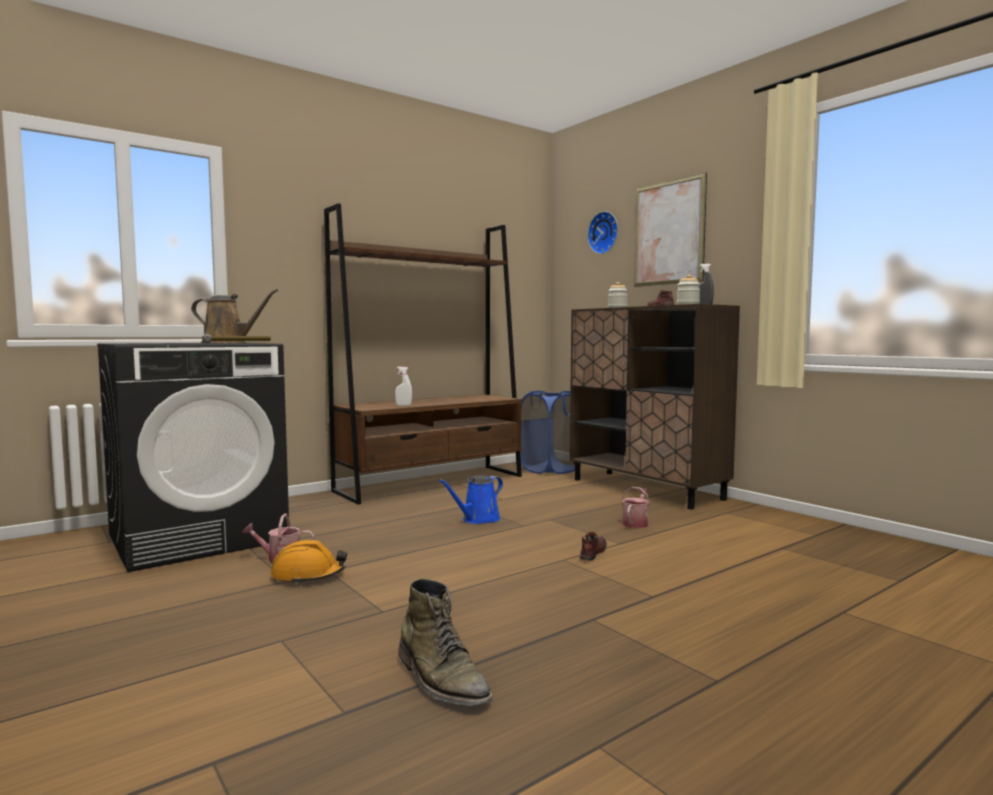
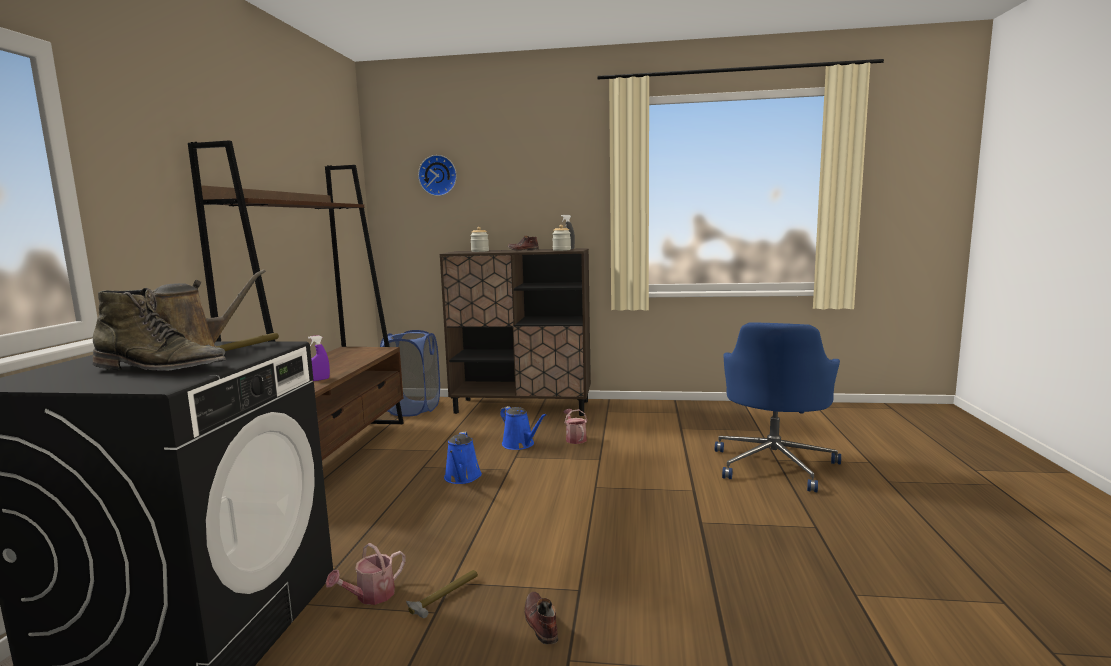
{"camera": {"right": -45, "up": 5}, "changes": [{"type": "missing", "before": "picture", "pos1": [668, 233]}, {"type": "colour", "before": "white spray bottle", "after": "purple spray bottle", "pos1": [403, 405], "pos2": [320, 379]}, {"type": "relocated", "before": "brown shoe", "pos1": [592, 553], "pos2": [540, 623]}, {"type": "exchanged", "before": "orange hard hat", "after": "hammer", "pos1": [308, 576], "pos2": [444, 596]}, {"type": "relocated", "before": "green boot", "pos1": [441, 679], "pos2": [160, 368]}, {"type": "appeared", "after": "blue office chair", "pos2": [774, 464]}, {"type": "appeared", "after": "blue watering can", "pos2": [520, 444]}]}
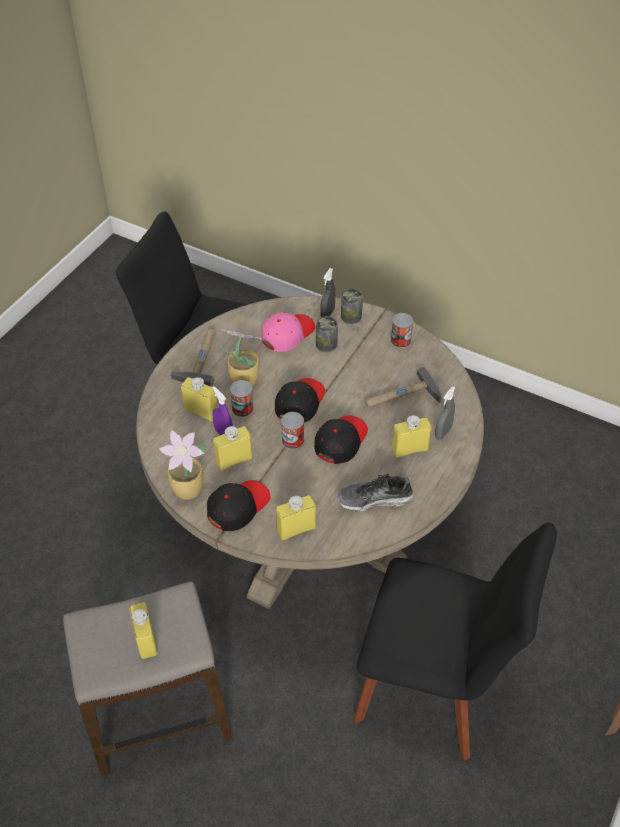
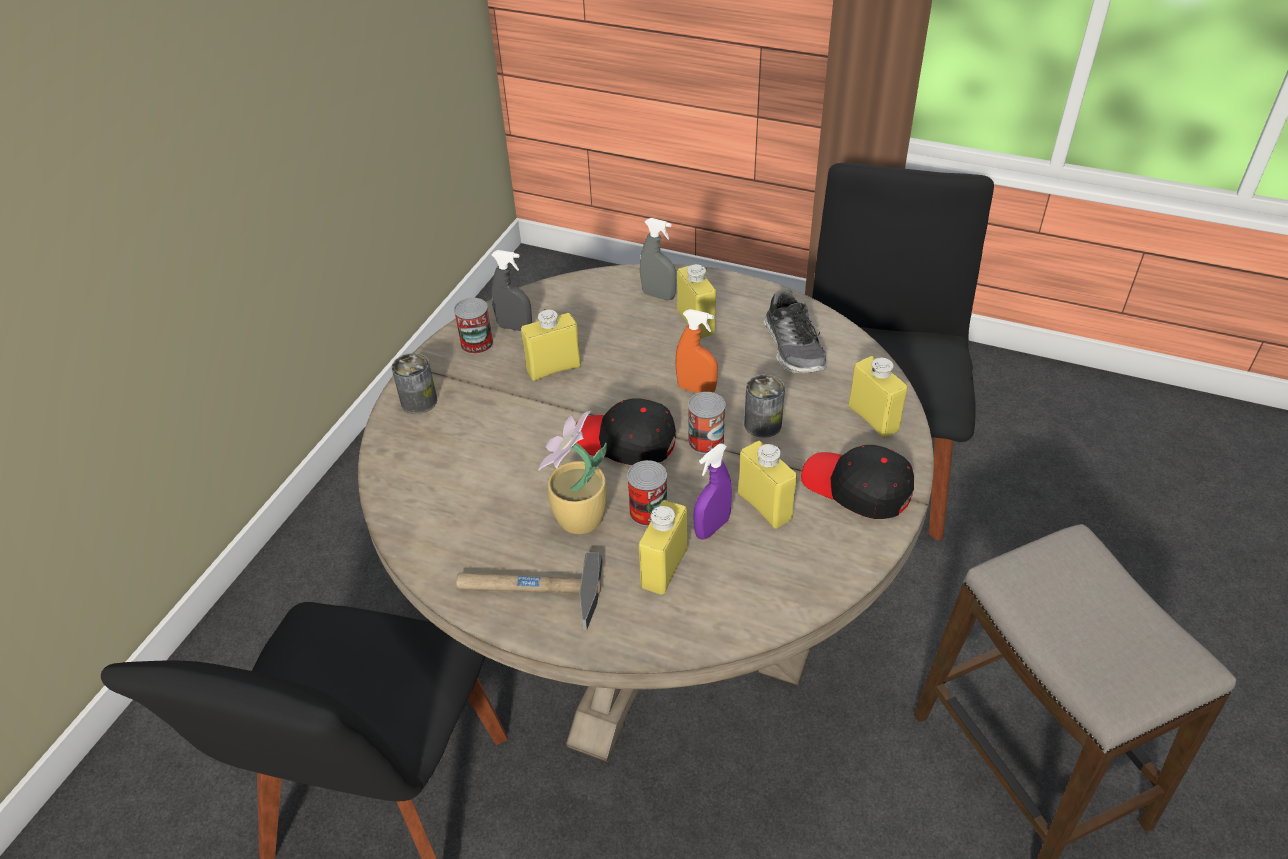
{"camera": {"right": -95, "up": -5}, "changes": [{"type": "relocated", "before": "grey spray bottle", "pos1": [327, 314], "pos2": [515, 327]}, {"type": "missing", "before": "pink cap", "pos1": [287, 334]}, {"type": "relocated", "before": "can", "pos1": [326, 344], "pos2": [762, 424]}, {"type": "missing", "before": "hammer", "pos1": [401, 396]}, {"type": "exchanged", "before": "black cap", "after": "orange spray bottle", "pos1": [340, 441], "pos2": [696, 389]}, {"type": "missing", "before": "potted plant", "pos1": [189, 490]}, {"type": "relocated", "before": "yellow bottle", "pos1": [146, 640], "pos2": [554, 368]}]}
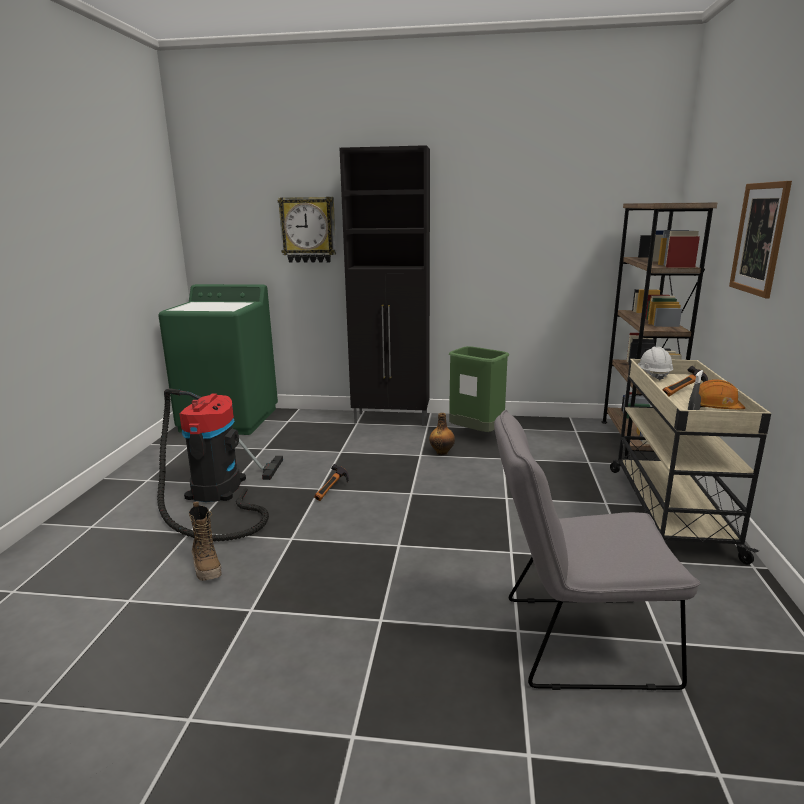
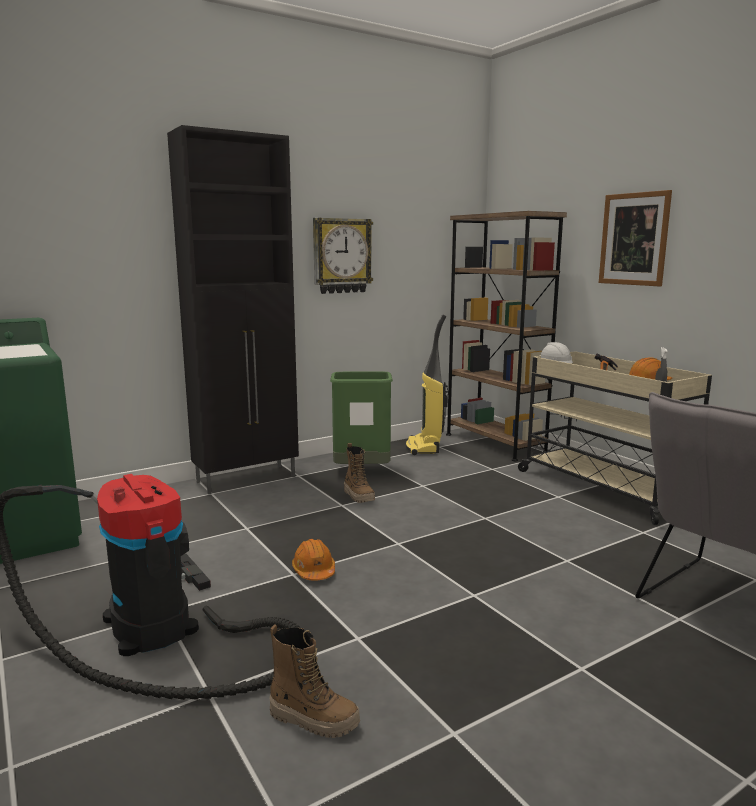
{"camera": {"right": -40, "up": -5}, "changes": [{"type": "relocated", "before": "wall clock", "pos1": [308, 230], "pos2": [341, 256]}, {"type": "exchanged", "before": "bottle", "after": "boot", "pos1": [442, 452], "pos2": [359, 496]}, {"type": "exchanged", "before": "hammer", "after": "orange hard hat", "pos1": [333, 491], "pos2": [314, 571]}, {"type": "appeared", "after": "vacuum cleaner", "pos2": [424, 447]}]}
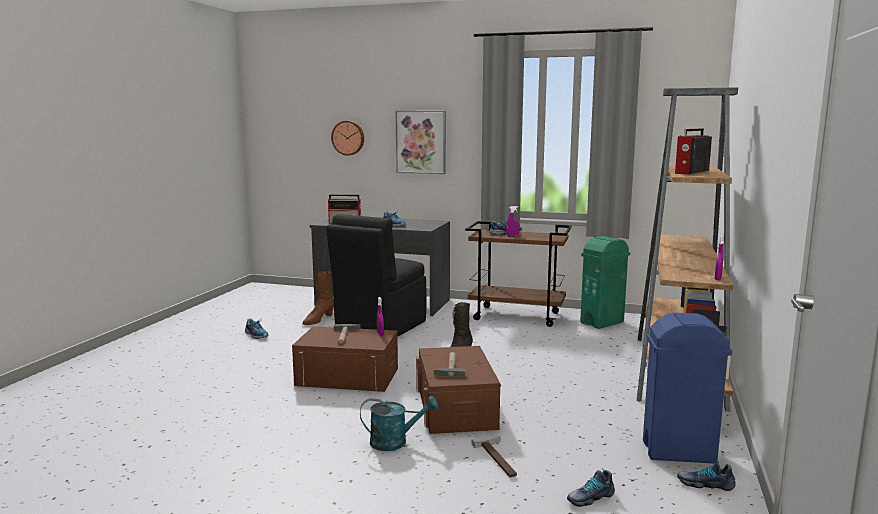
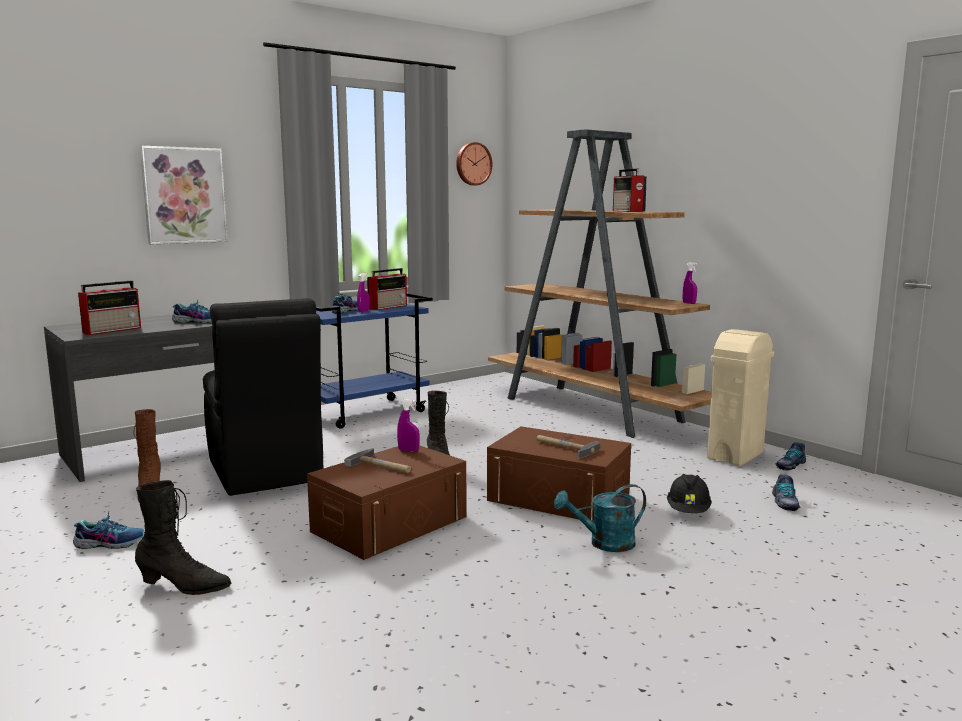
{"camera": {"right": -55, "up": 0}, "changes": [{"type": "relocated", "before": "wall clock", "pos1": [348, 138], "pos2": [473, 164]}, {"type": "colour", "before": "brown cart", "after": "blue cart", "pos1": [517, 316], "pos2": [368, 413]}, {"type": "missing", "before": "green trash can", "pos1": [602, 322]}, {"type": "colour", "before": "blue trash can", "after": "beige trash can", "pos1": [679, 453], "pos2": [736, 456]}, {"type": "spun", "before": "turquoise watering can", "pos1": [395, 442], "pos2": [604, 544], "turn": -135}, {"type": "exchanged", "before": "hammer", "after": "black hard hat", "pos1": [500, 458], "pos2": [688, 511]}, {"type": "appeared", "after": "radio", "pos2": [388, 307]}, {"type": "appeared", "after": "black boot", "pos2": [184, 586]}]}
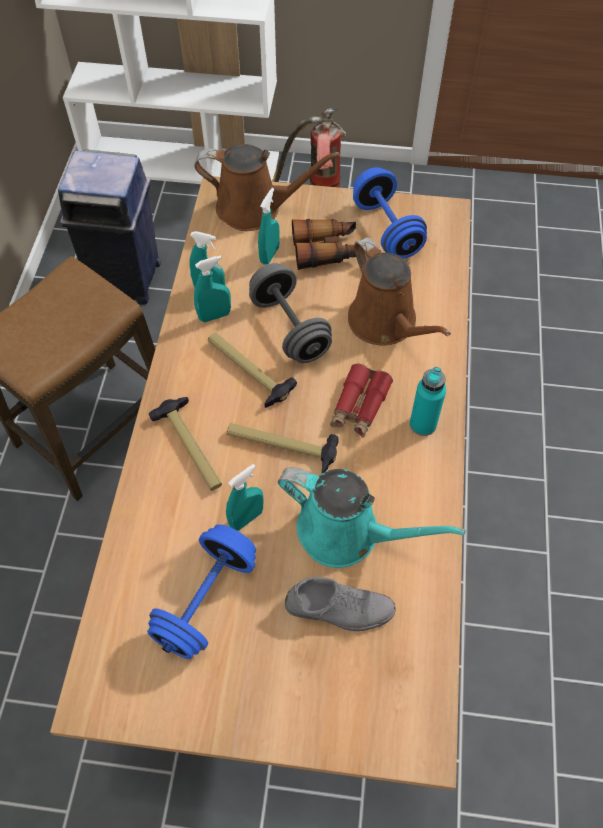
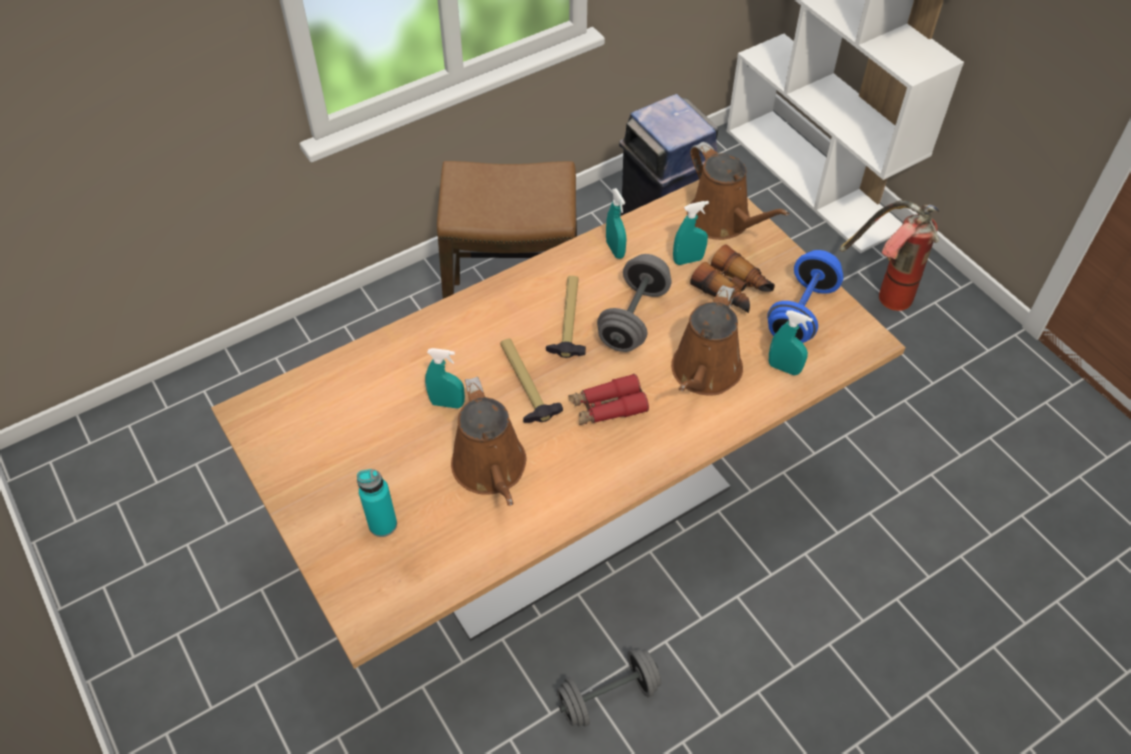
{"camera": {"right": 50, "up": -5}, "changes": [{"type": "relocated", "before": "turquoise spray bottle", "pos1": [214, 316], "pos2": [784, 368]}, {"type": "relocated", "before": "turquoise bottle", "pos1": [422, 424], "pos2": [383, 524]}, {"type": "missing", "before": "hammer", "pos1": [191, 447]}, {"type": "colour", "before": "turquoise watering can", "after": "brown watering can", "pos1": [346, 533], "pos2": [491, 470]}, {"type": "missing", "before": "blue dumbbell", "pos1": [206, 600]}, {"type": "missing", "before": "grey shoe", "pos1": [339, 608]}, {"type": "appeared", "after": "grey dumbbell", "pos2": [608, 696]}]}
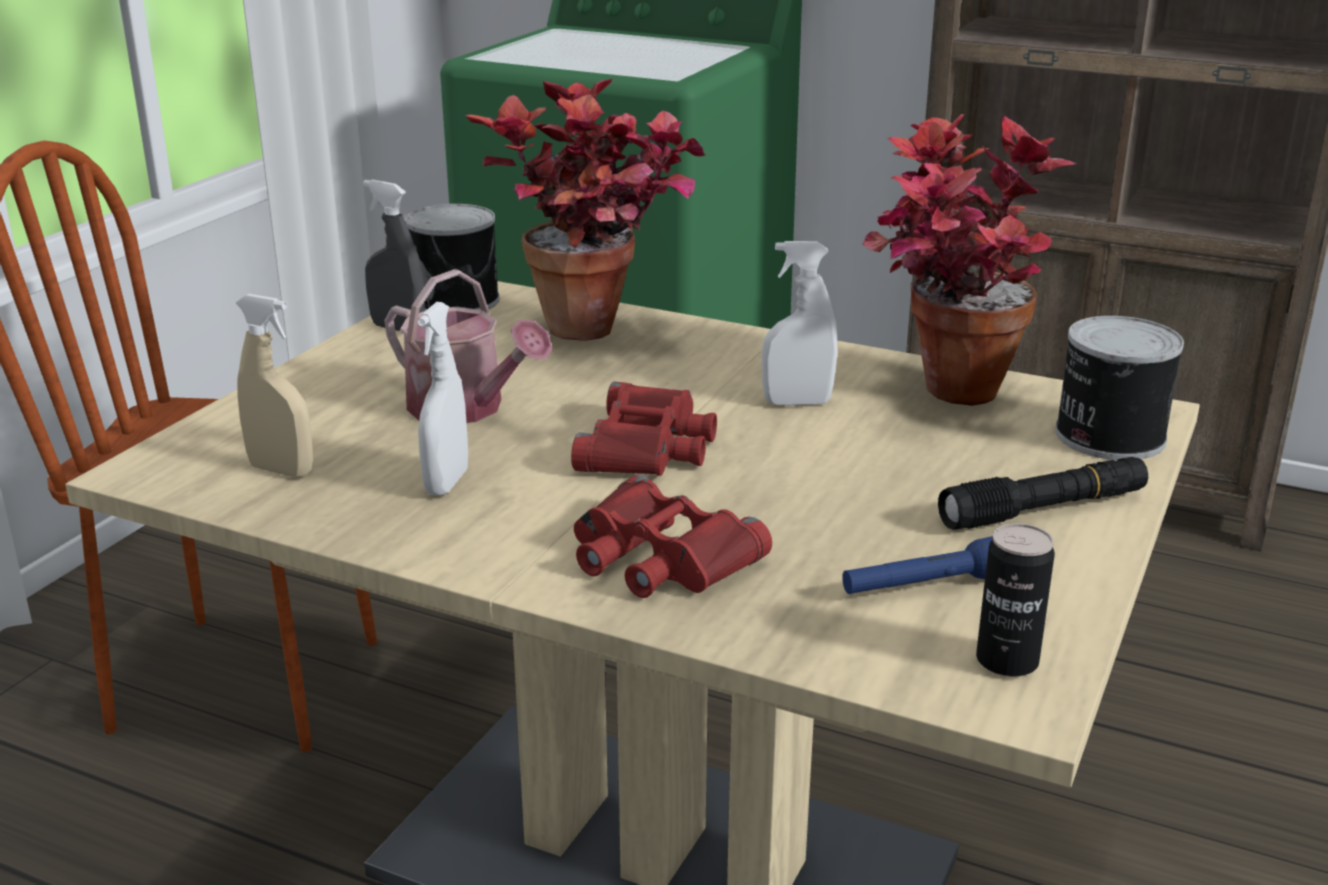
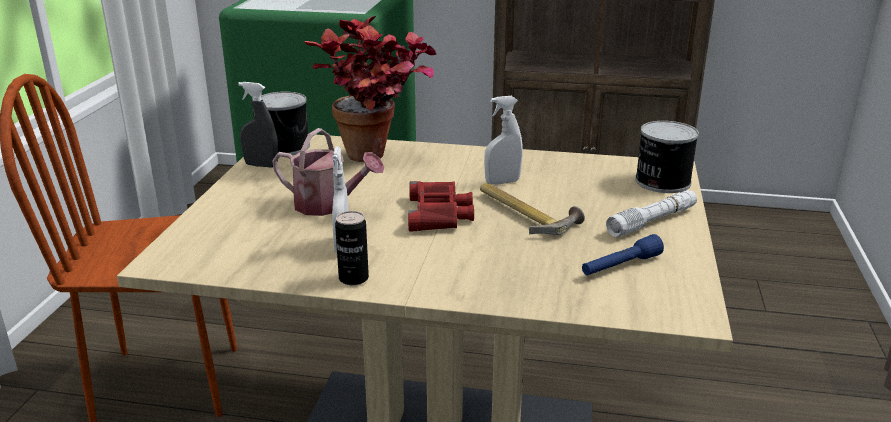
{"camera": {"right": -15, "up": 0}, "changes": [{"type": "missing", "before": "potted plant", "pos1": [942, 400]}, {"type": "missing", "before": "beige spray bottle", "pos1": [281, 470]}, {"type": "colour", "before": "black flashlight", "after": "white flashlight", "pos1": [1043, 510], "pos2": [652, 221]}, {"type": "missing", "before": "red binoculars", "pos1": [659, 558]}, {"type": "relocated", "before": "can", "pos1": [1007, 661], "pos2": [353, 278]}, {"type": "appeared", "after": "hammer", "pos2": [525, 213]}]}
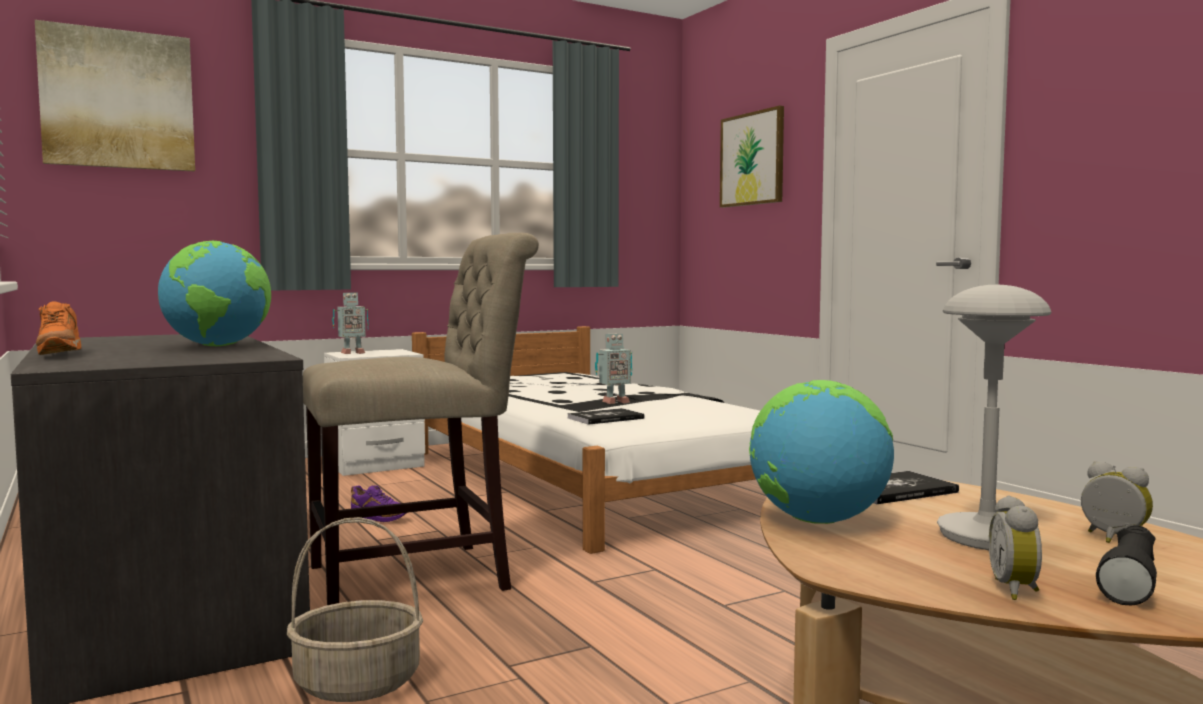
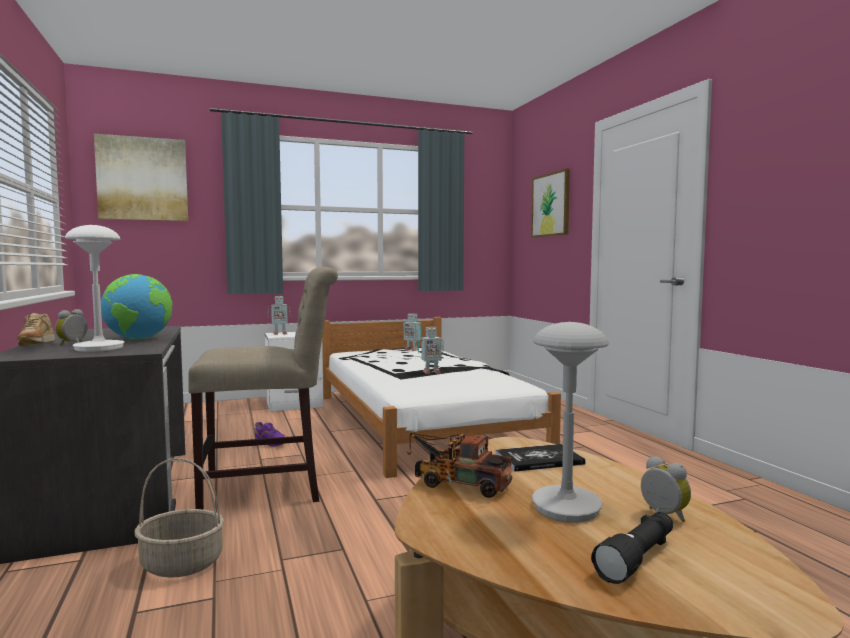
{"camera": {"right": 10, "up": 0}, "changes": [{"type": "colour", "before": "orange shoe", "after": "beige shoe", "pos1": [59, 354], "pos2": [35, 345]}, {"type": "exchanged", "before": "globe", "after": "toy truck", "pos1": [817, 521], "pos2": [456, 484]}, {"type": "missing", "before": "book", "pos1": [605, 418]}, {"type": "relocated", "before": "alarm clock", "pos1": [1017, 590], "pos2": [73, 344]}, {"type": "appeared", "after": "white table lamp", "pos2": [98, 348]}, {"type": "appeared", "after": "toy robot", "pos2": [412, 350]}]}
